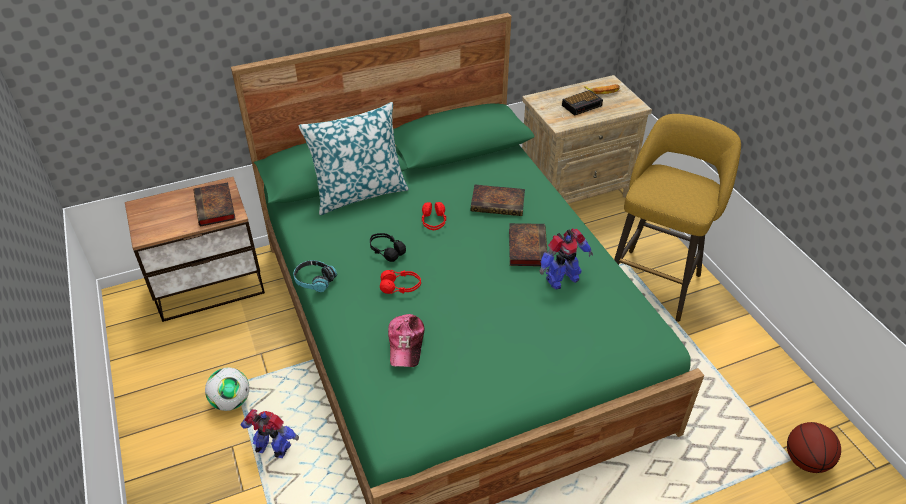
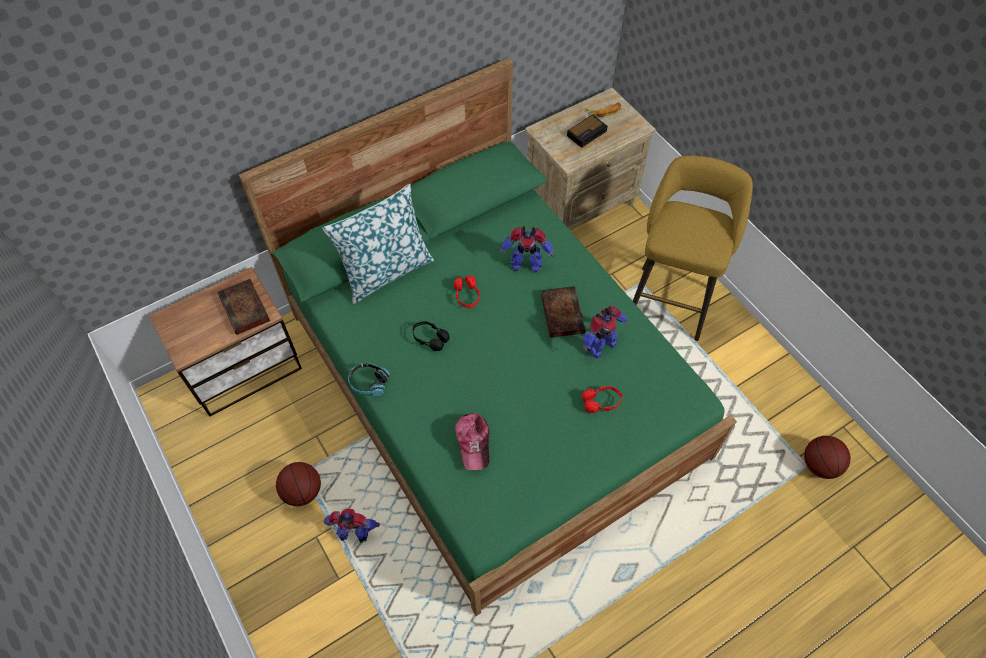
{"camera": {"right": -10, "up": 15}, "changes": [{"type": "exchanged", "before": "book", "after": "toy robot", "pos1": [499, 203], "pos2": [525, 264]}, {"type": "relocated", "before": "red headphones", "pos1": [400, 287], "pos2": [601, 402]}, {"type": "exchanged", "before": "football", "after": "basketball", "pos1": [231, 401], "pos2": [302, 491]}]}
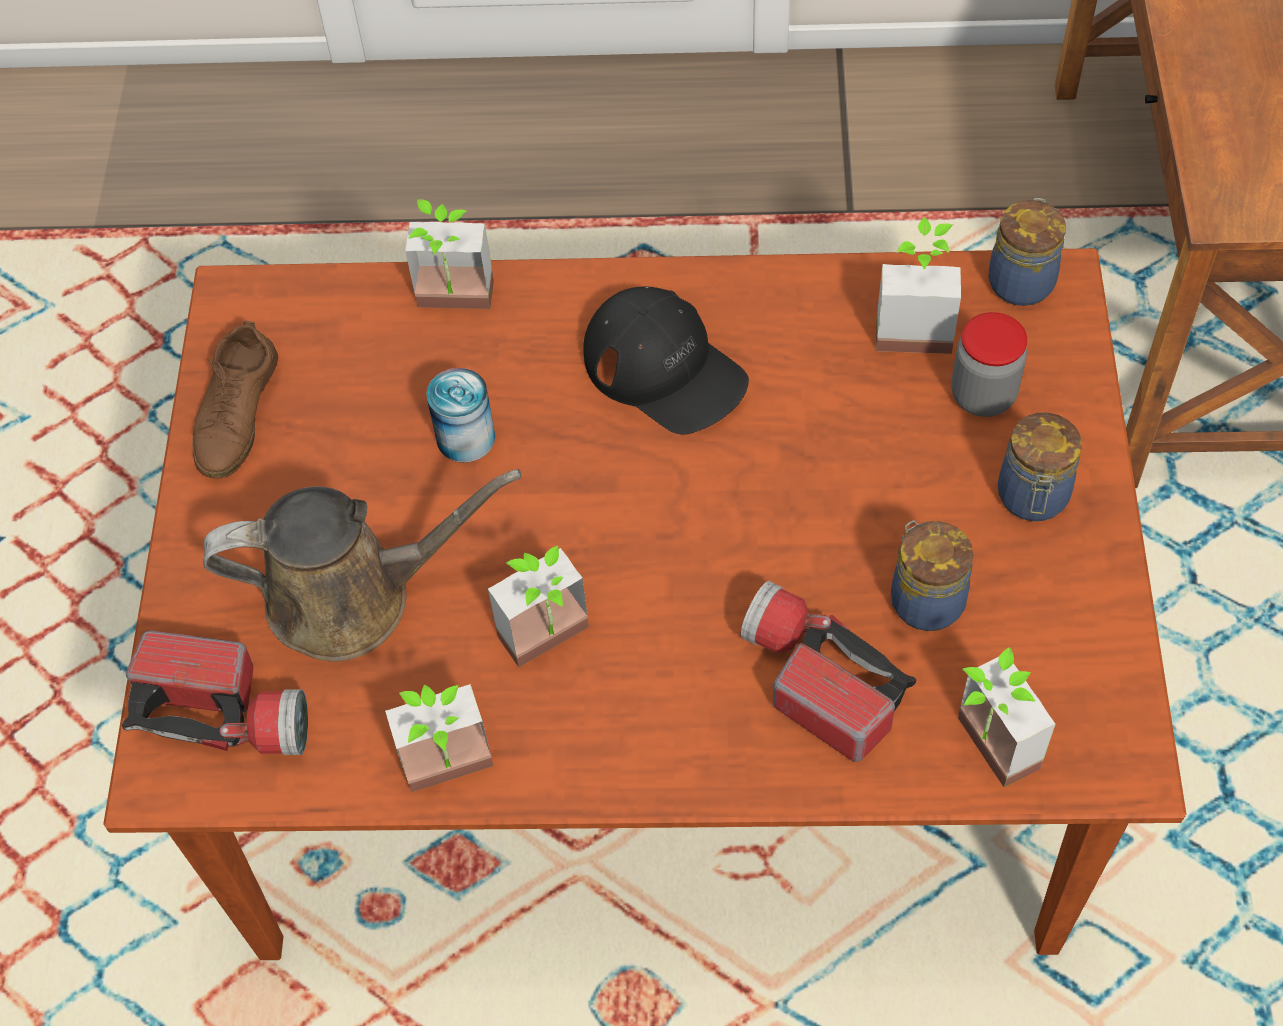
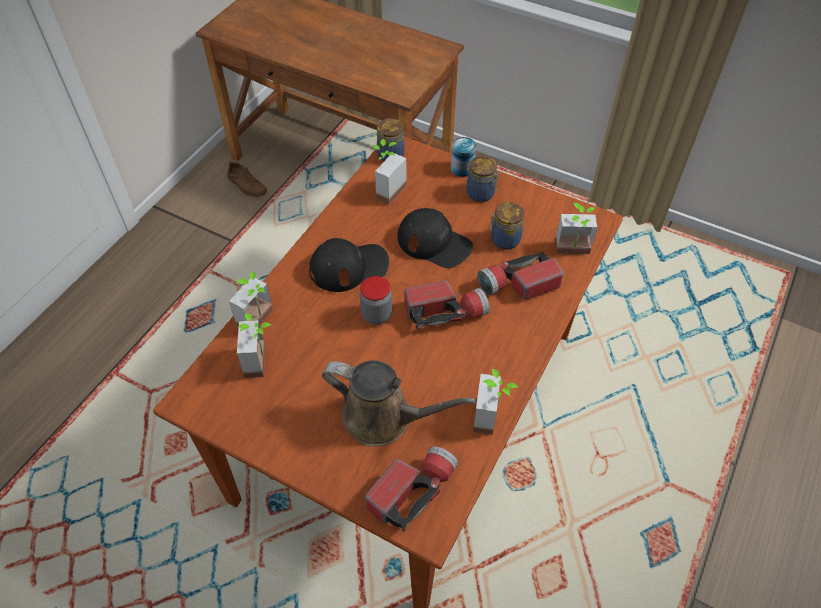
{"camera": {"right": -65, "up": -5}, "changes": [{"type": "relocated", "before": "jar", "pos1": [983, 395], "pos2": [376, 314]}, {"type": "relocated", "before": "brown shoe", "pos1": [237, 413], "pos2": [246, 185]}, {"type": "relocated", "before": "can", "pos1": [466, 438], "pos2": [462, 168]}, {"type": "spun", "before": "brown watering can", "pos1": [354, 596], "pos2": [384, 417], "turn": 90}, {"type": "relocated", "before": "potted plant", "pos1": [552, 645], "pos2": [263, 361]}, {"type": "appeared", "after": "black cap", "pos2": [434, 243]}, {"type": "appeared", "after": "flashlight", "pos2": [445, 312]}]}
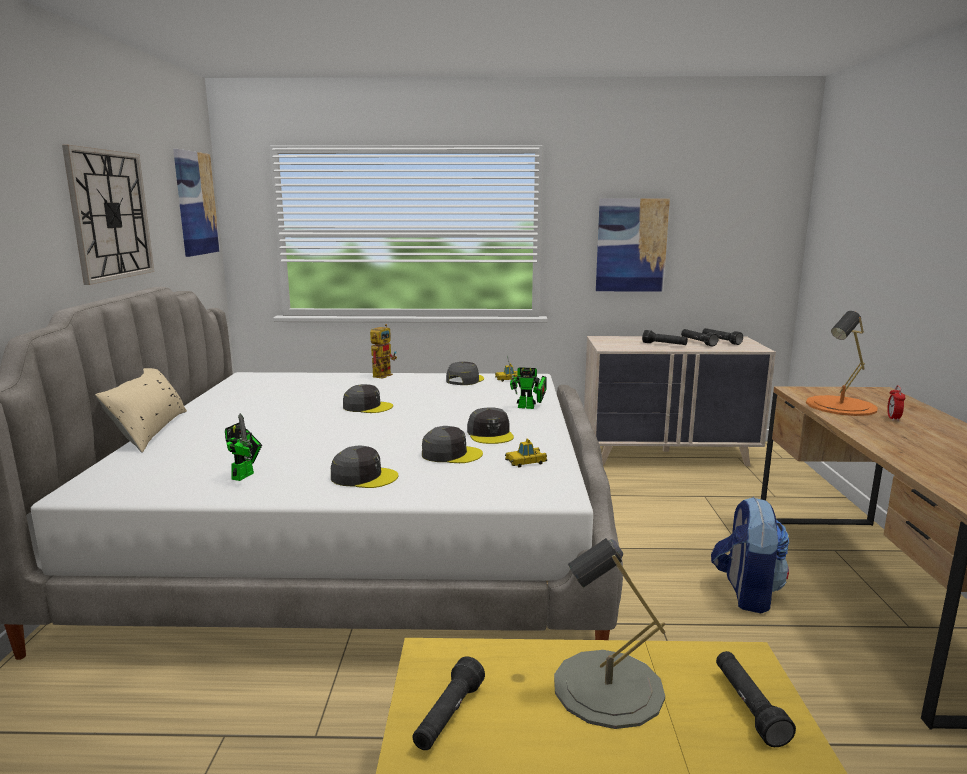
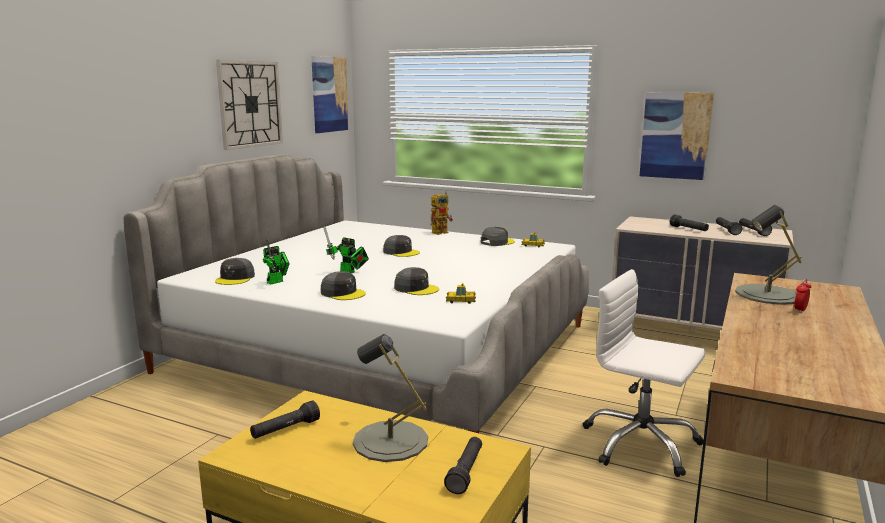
{"camera": {"right": 25, "up": 0}, "changes": [{"type": "colour", "before": "orange table lamp", "after": "grey table lamp", "pos1": [841, 406], "pos2": [768, 294]}, {"type": "relocated", "before": "toy robot", "pos1": [529, 407], "pos2": [349, 272]}, {"type": "missing", "before": "beige pillow", "pos1": [149, 430]}, {"type": "relocated", "before": "grey cap", "pos1": [490, 434], "pos2": [235, 278]}, {"type": "exchanged", "before": "backpack", "after": "white office chair", "pos1": [746, 593], "pos2": [640, 444]}]}
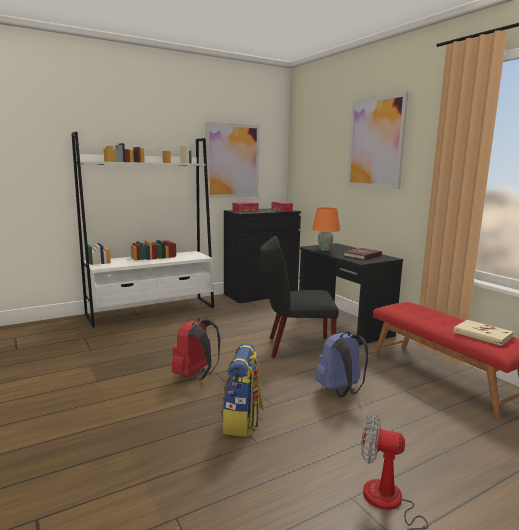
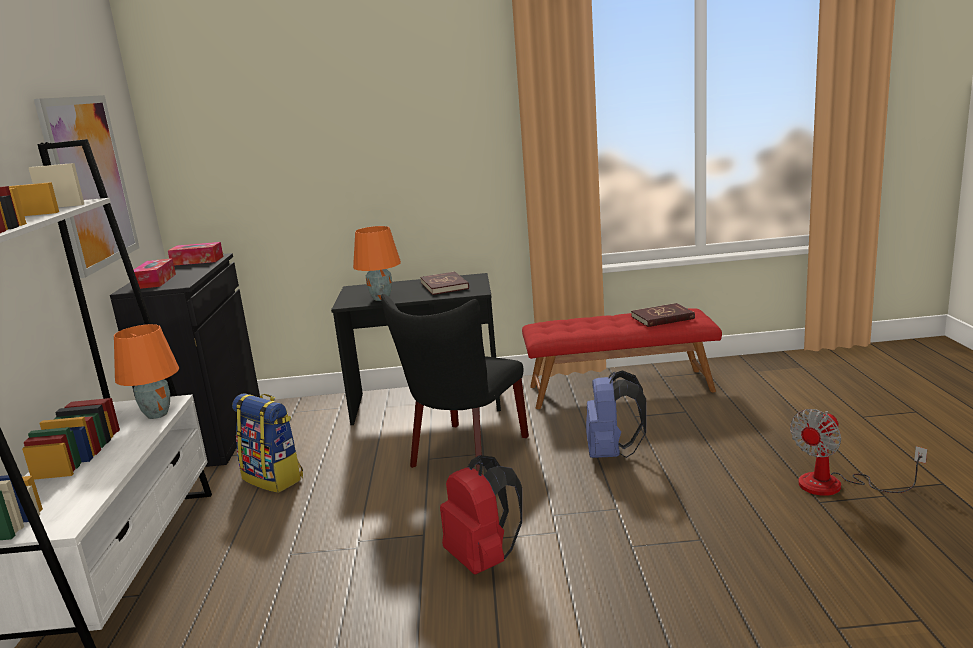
{"camera": {"right": -60, "up": 5}, "changes": [{"type": "missing", "before": "picture", "pos1": [376, 143]}, {"type": "colour", "before": "beige book", "after": "red book", "pos1": [482, 334], "pos2": [662, 318]}, {"type": "relocated", "before": "backpack", "pos1": [242, 422], "pos2": [274, 478]}, {"type": "appeared", "after": "orange table lamp", "pos2": [157, 414]}]}
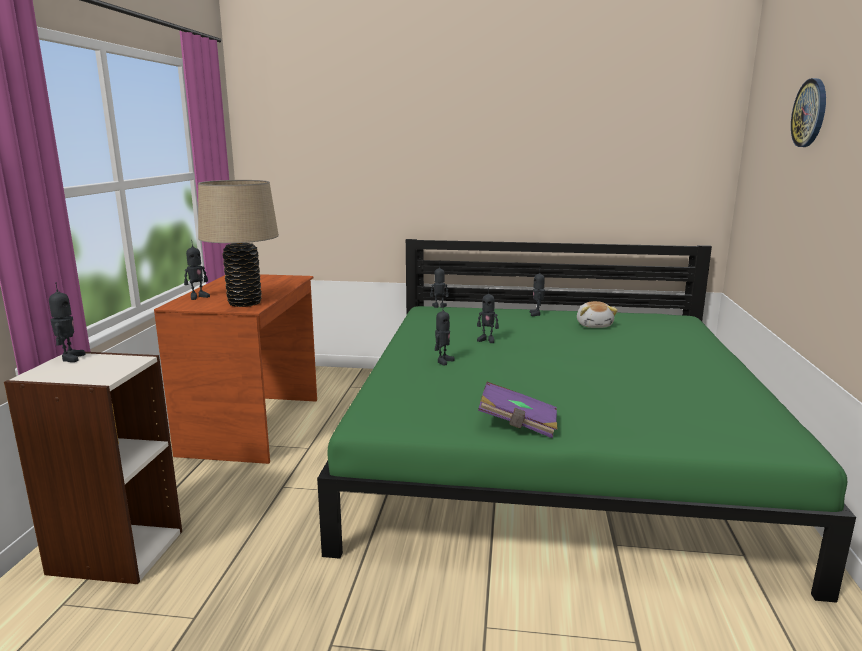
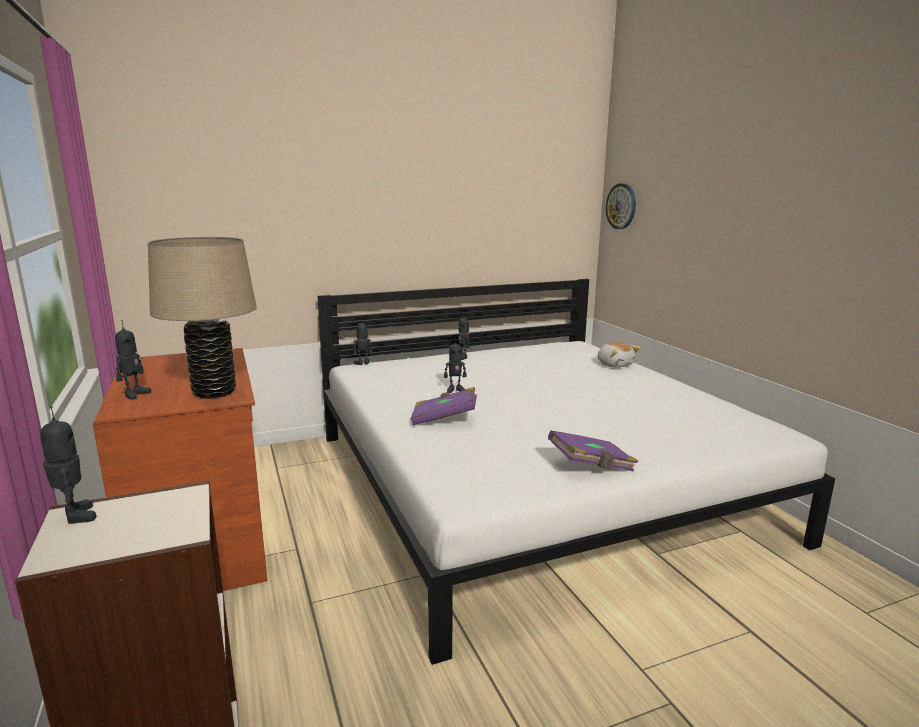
{"camera": {"right": -30, "up": 0}, "changes": [{"type": "relocated", "before": "wall clock", "pos1": [810, 113], "pos2": [621, 206]}, {"type": "colour", "before": "green bed", "after": "white bed", "pos1": [554, 450], "pos2": [532, 484]}, {"type": "relocated", "before": "plush toy", "pos1": [594, 325], "pos2": [615, 364]}, {"type": "exchanged", "before": "toy robot", "after": "purple book", "pos1": [443, 361], "pos2": [444, 419]}]}
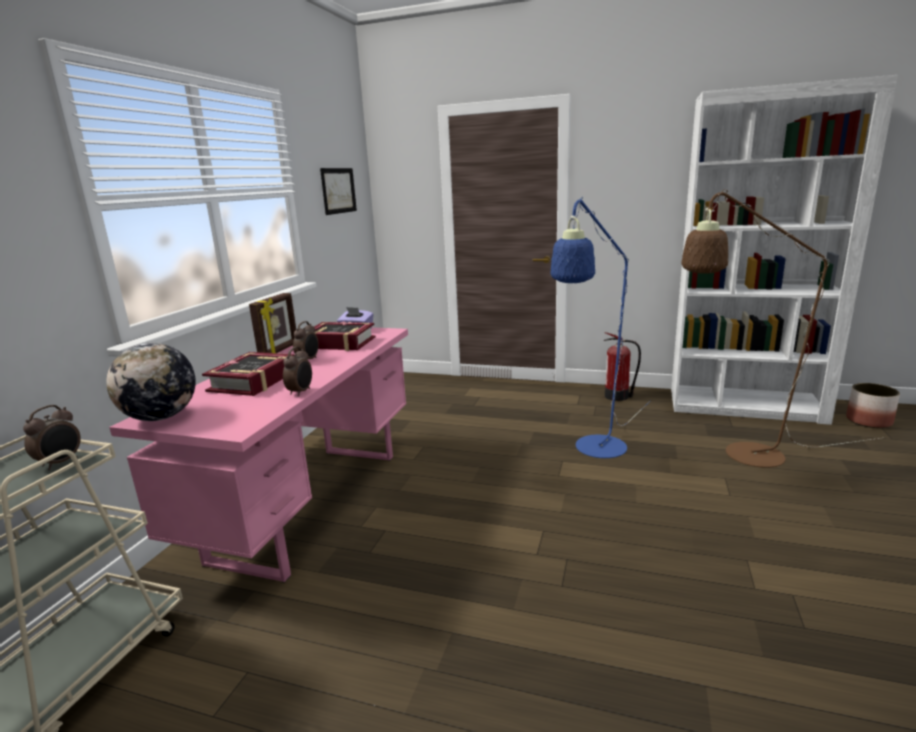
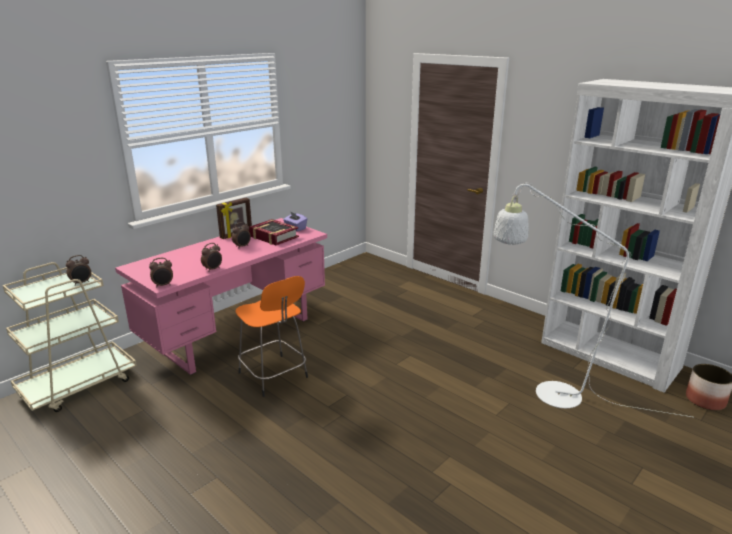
{"camera": {"right": 25, "up": 5}, "changes": [{"type": "missing", "before": "picture", "pos1": [338, 190]}, {"type": "colour", "before": "brown floor lamp", "after": "white floor lamp", "pos1": [741, 456], "pos2": [545, 392]}, {"type": "missing", "before": "blue floor lamp", "pos1": [595, 452]}, {"type": "missing", "before": "fire extinguisher", "pos1": [618, 396]}, {"type": "missing", "before": "globe", "pos1": [161, 417]}, {"type": "missing", "before": "book", "pos1": [253, 381]}, {"type": "appeared", "after": "alarm clock", "pos2": [163, 285]}, {"type": "appeared", "after": "orange stool", "pos2": [274, 376]}]}
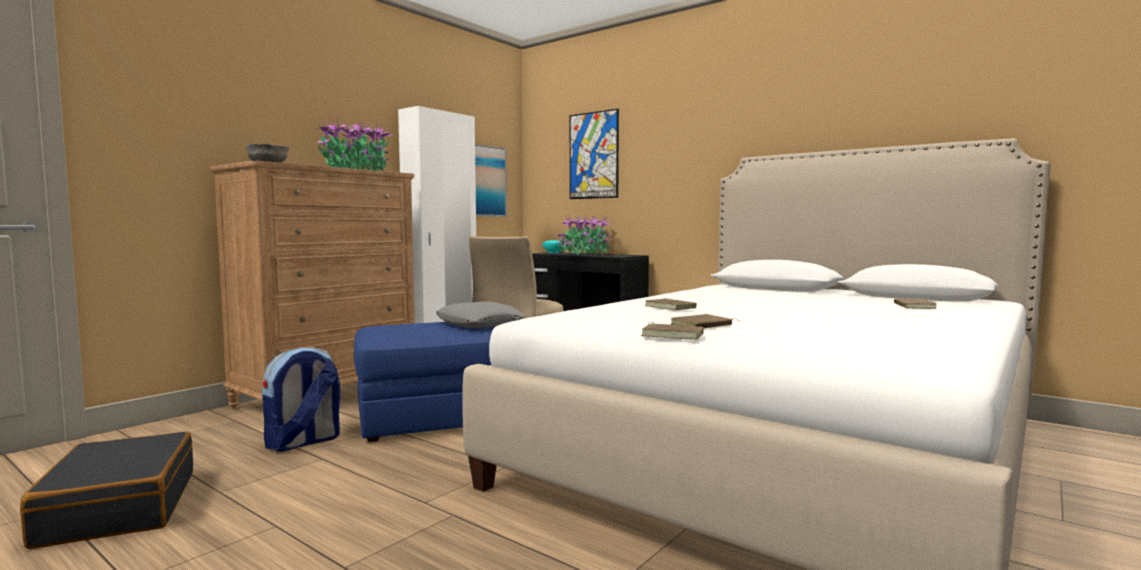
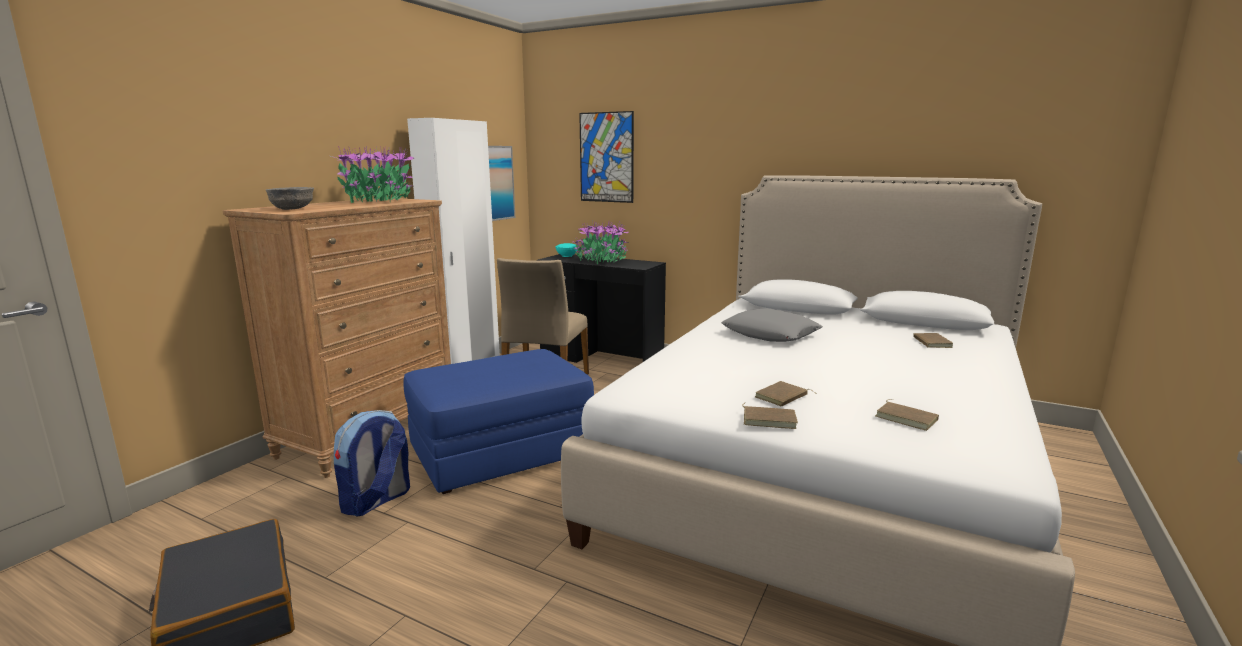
{"camera": {"right": -10, "up": 10}, "changes": [{"type": "relocated", "before": "brown book", "pos1": [671, 307], "pos2": [907, 418]}, {"type": "relocated", "before": "grey pillow", "pos1": [479, 324], "pos2": [770, 334]}]}
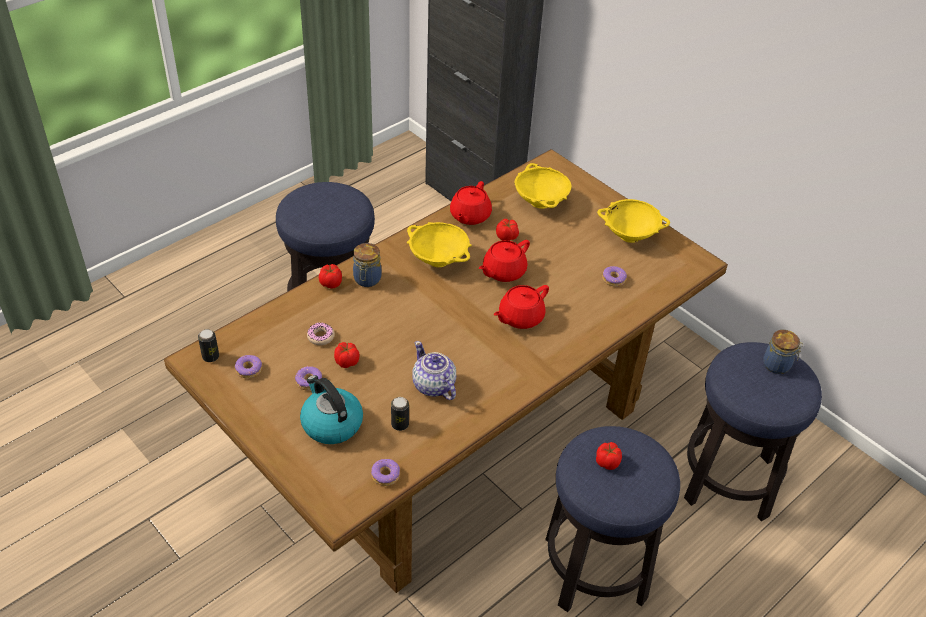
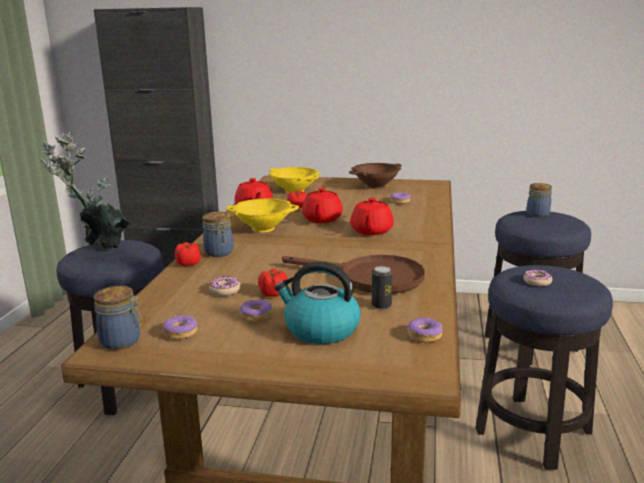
{"camera": {"right": -35, "up": -25}, "changes": [{"type": "colour", "before": "yellow bowl", "after": "brown bowl", "pos1": [629, 235], "pos2": [375, 186]}, {"type": "exchanged", "before": "can", "after": "jar", "pos1": [210, 356], "pos2": [122, 341]}, {"type": "exchanged", "before": "teapot", "after": "brown frying pan", "pos1": [433, 386], "pos2": [370, 278]}, {"type": "exchanged", "before": "tomato", "after": "donut", "pos1": [607, 462], "pos2": [537, 282]}, {"type": "appeared", "after": "potted plant", "pos2": [99, 250]}]}
